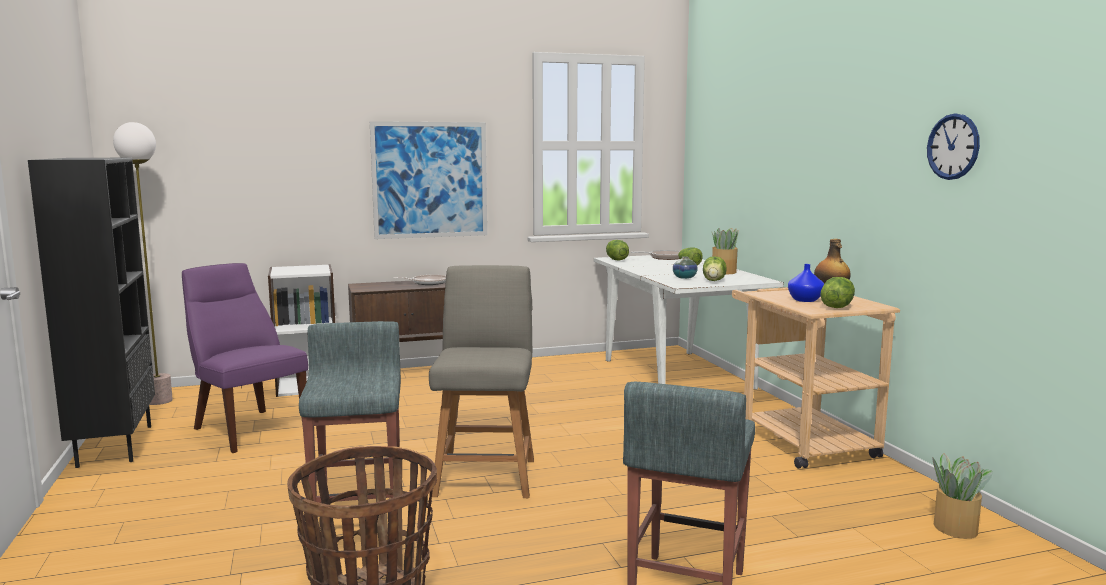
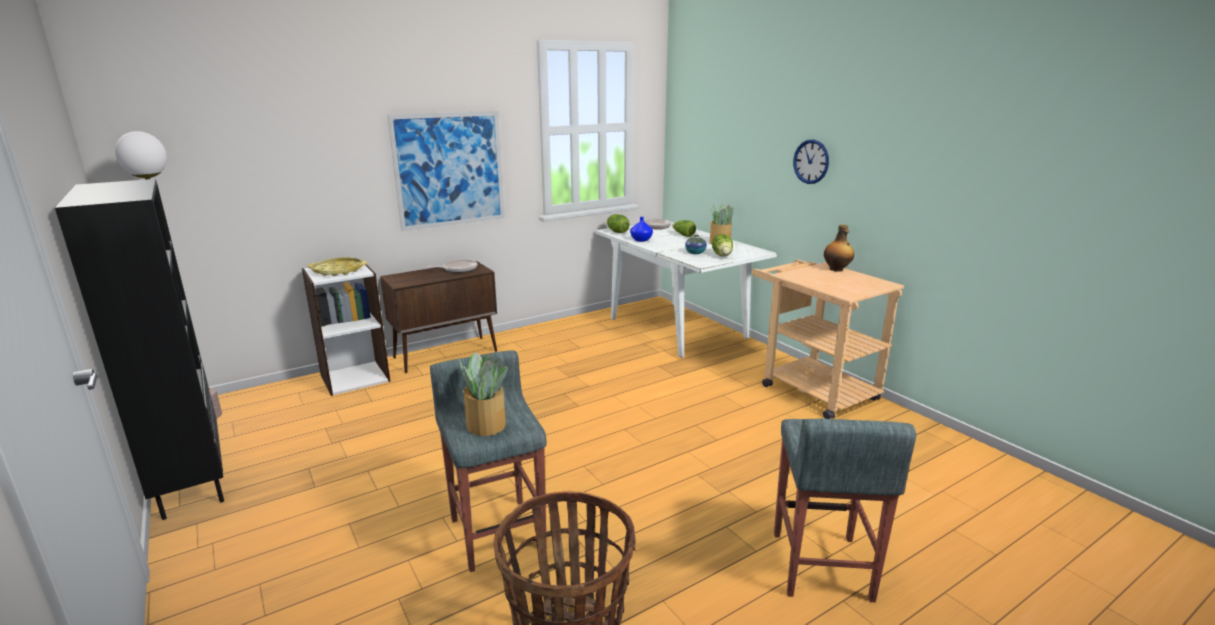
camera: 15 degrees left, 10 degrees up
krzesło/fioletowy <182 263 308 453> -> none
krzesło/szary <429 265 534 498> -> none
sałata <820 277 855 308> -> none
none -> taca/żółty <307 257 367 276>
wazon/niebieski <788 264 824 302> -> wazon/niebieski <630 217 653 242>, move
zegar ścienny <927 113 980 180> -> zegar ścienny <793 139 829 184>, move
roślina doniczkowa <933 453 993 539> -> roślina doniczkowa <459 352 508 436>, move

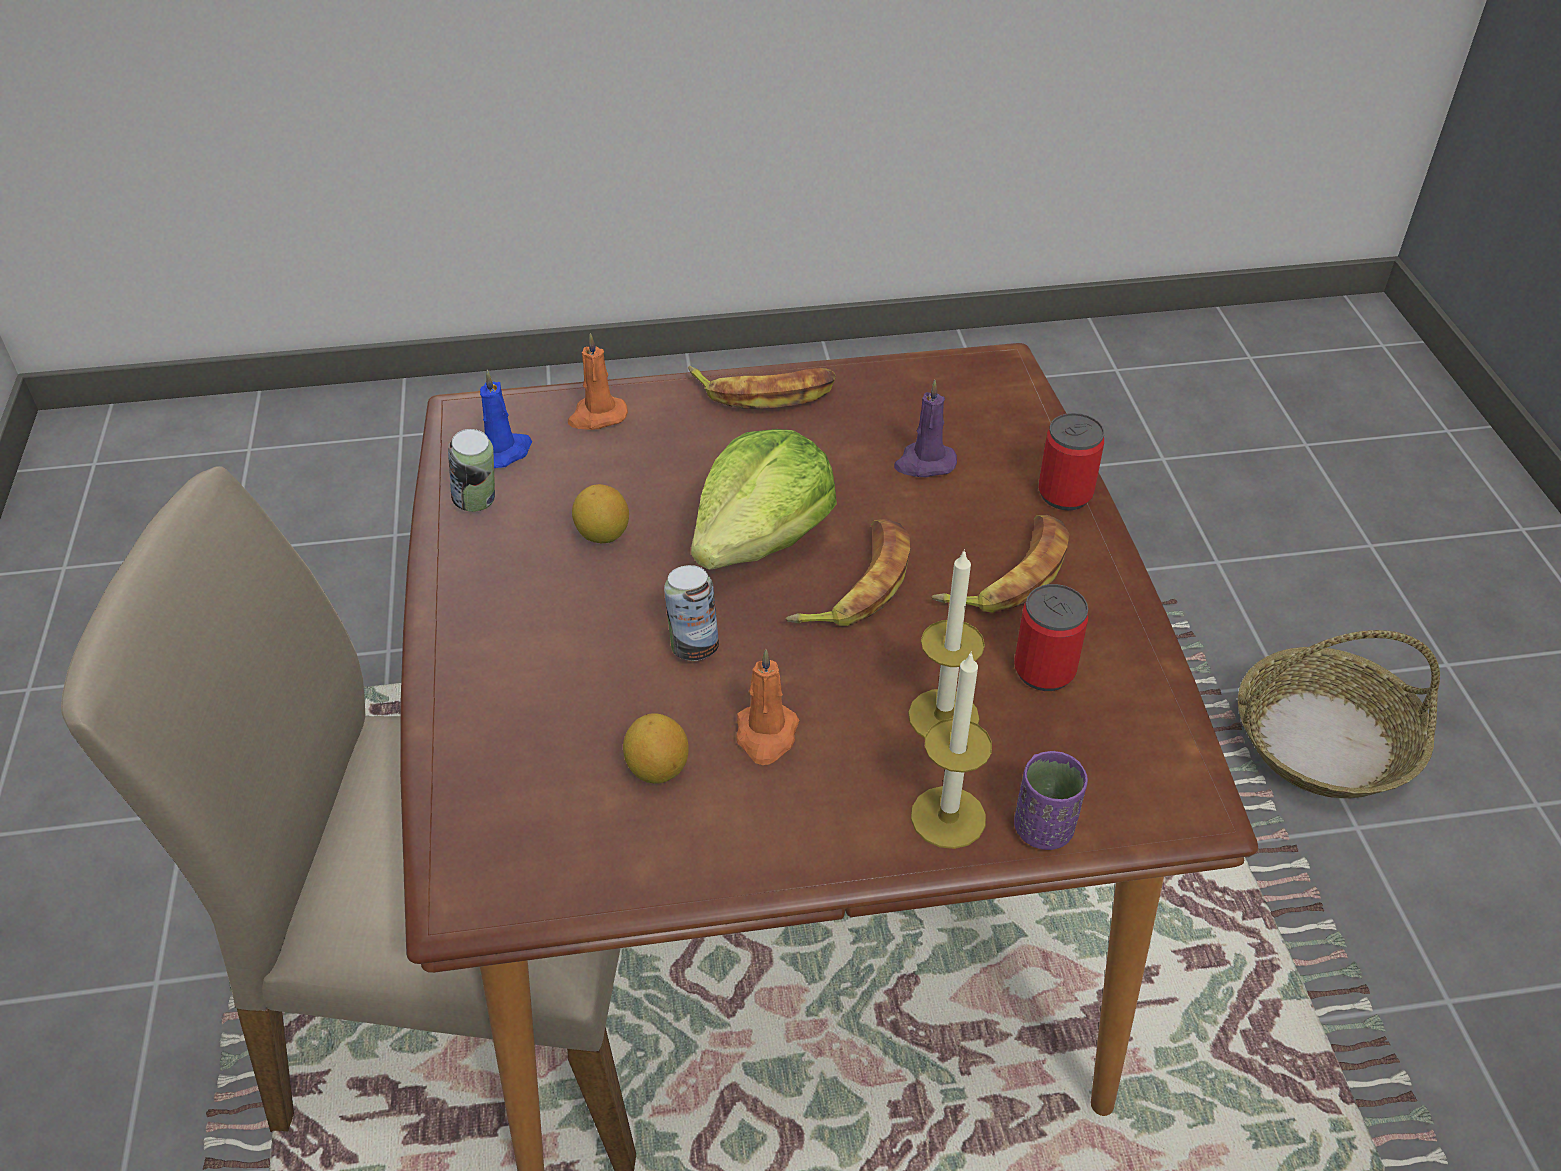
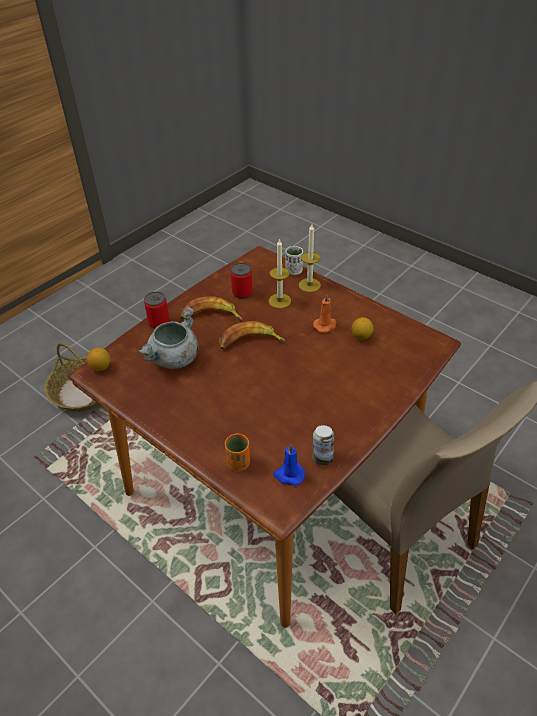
camera: 130 degrees left, 0 degrees up
puszka <664 565 719 661> -> none
banan <688 366 836 409> -> none
sałata <691 429 837 570> -> none
cytryna <572 484 629 543> -> cytryna <87 348 110 371>, move
świeca/pomarańczowy <568 333 628 430> -> filiżanka/pomarańczowy <225 433 250 472>
świeca/fioletowy <894 380 957 477> -> garnek/szary <138 306 198 369>
filiżanka/fioletowy <1014 751 1088 850> -> filiżanka/biały <285 246 303 275>

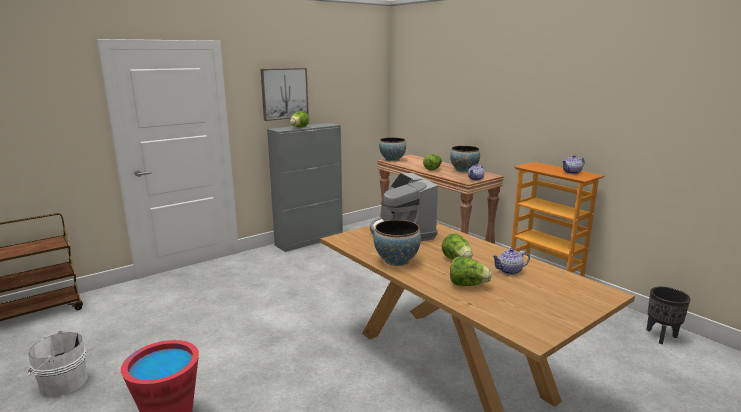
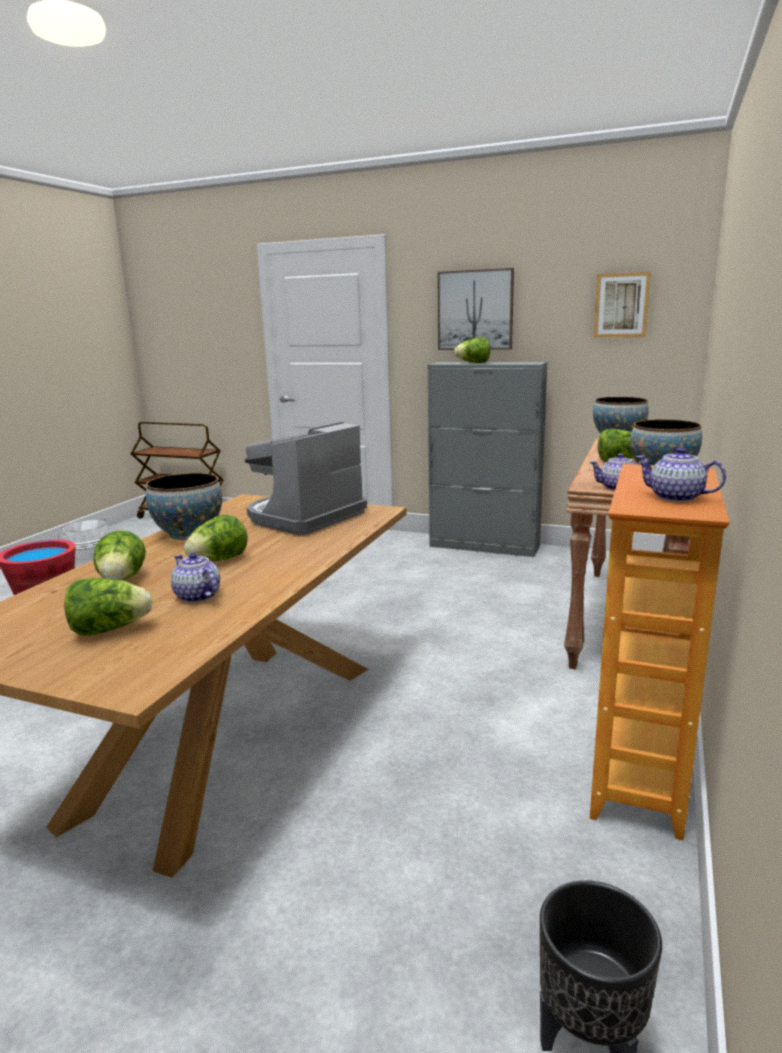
camera: 60 degrees right, 0 degrees up
none -> sałata <64 578 152 636>
none -> obraz <593 272 651 338>

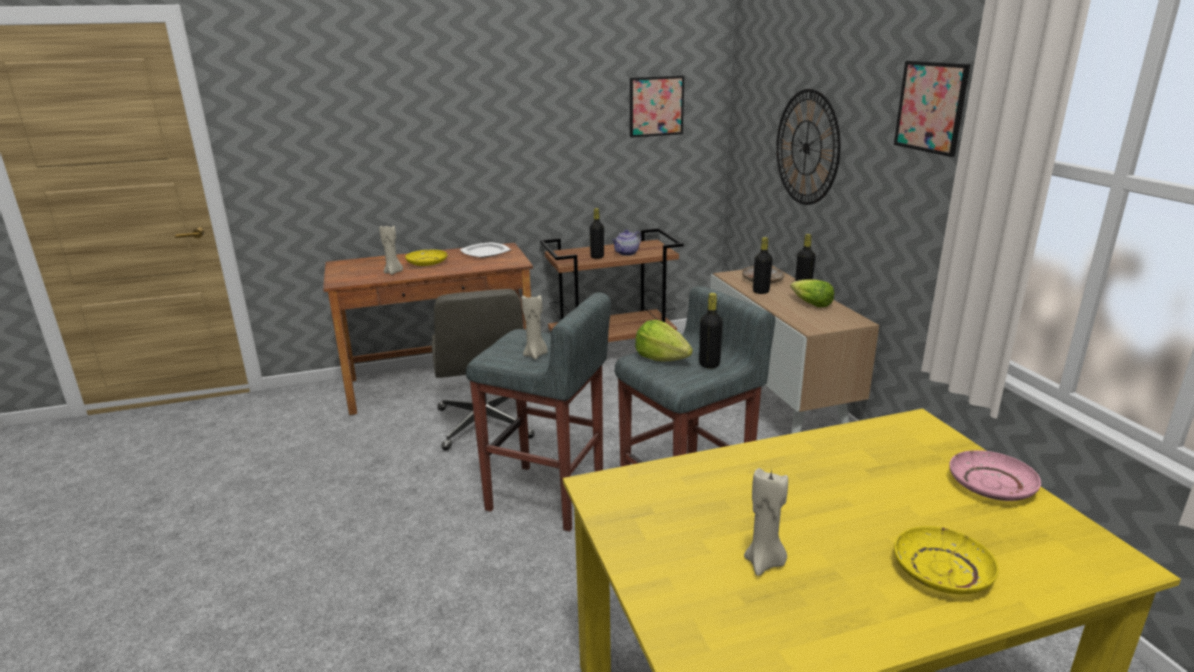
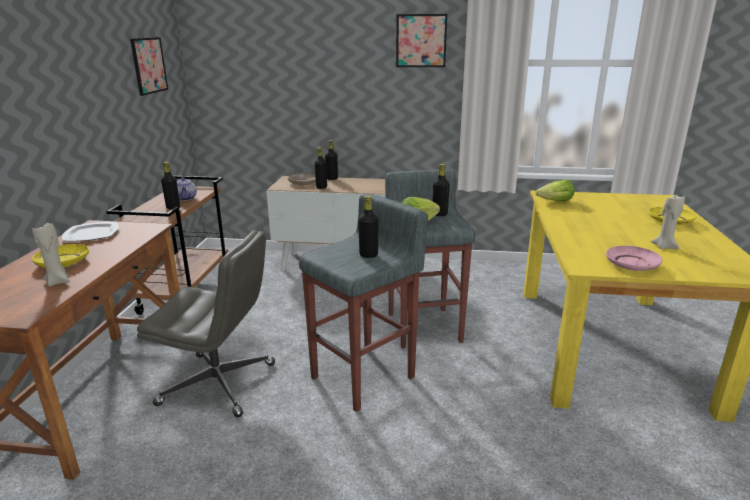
camera: 65 degrees left, 0 degrees up
zegar ścienny <776 89 841 205> -> none
sałata <790 279 834 307> -> sałata <535 180 574 202>, move
talerz/różowy <949 450 1041 501> -> talerz/różowy <606 246 663 271>, move
świeca/beżowy <522 293 547 360> -> butelka/czarny <358 196 379 258>

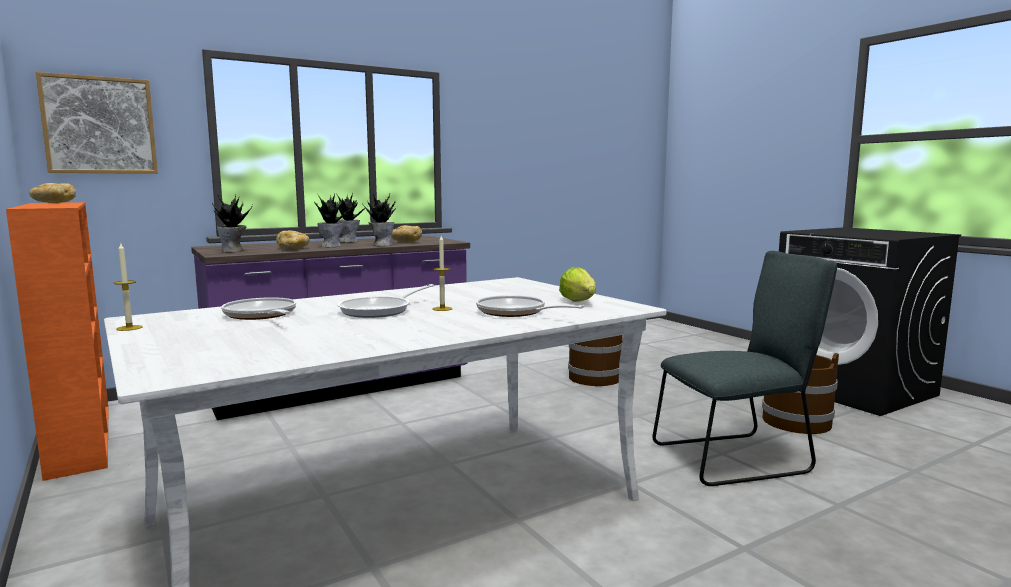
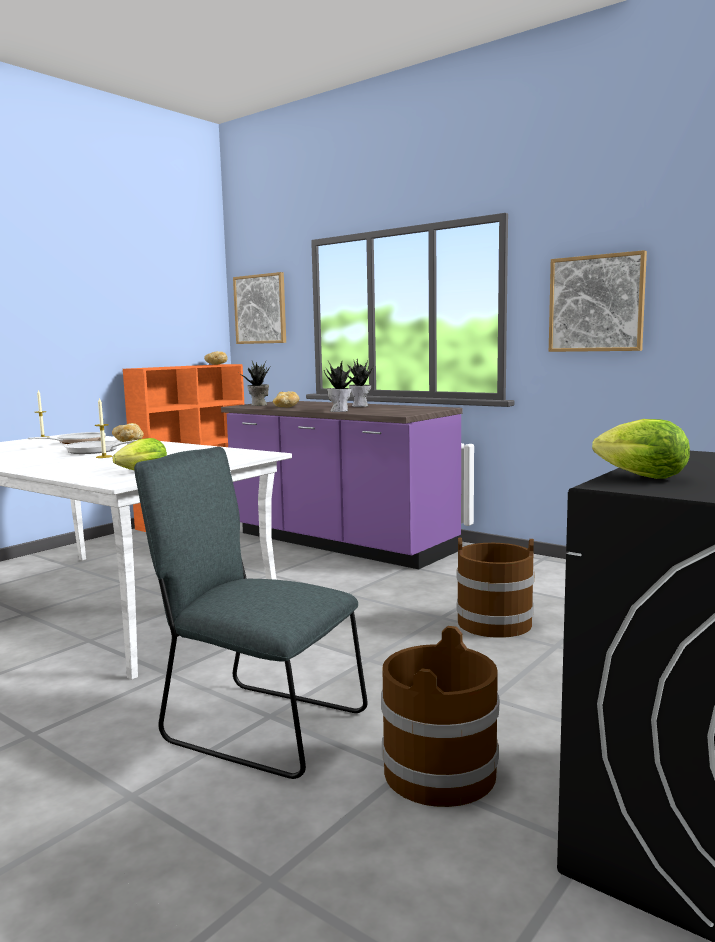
camera: 70 degrees right, 0 degrees up
roślina doniczkowa <314 194 353 247> -> none
patelnia <476 295 584 317> -> none
none -> obraz <549 250 647 352>
none -> sałata <592 419 690 479>
chleb <392 225 422 242> -> chleb <112 423 144 442>, move
krzesło/szary <652 251 837 486> -> krzesło/szary <134 447 368 779>, 150 degrees clockwise

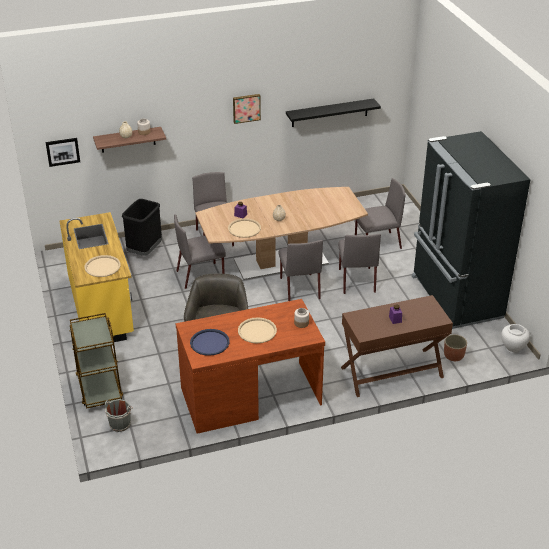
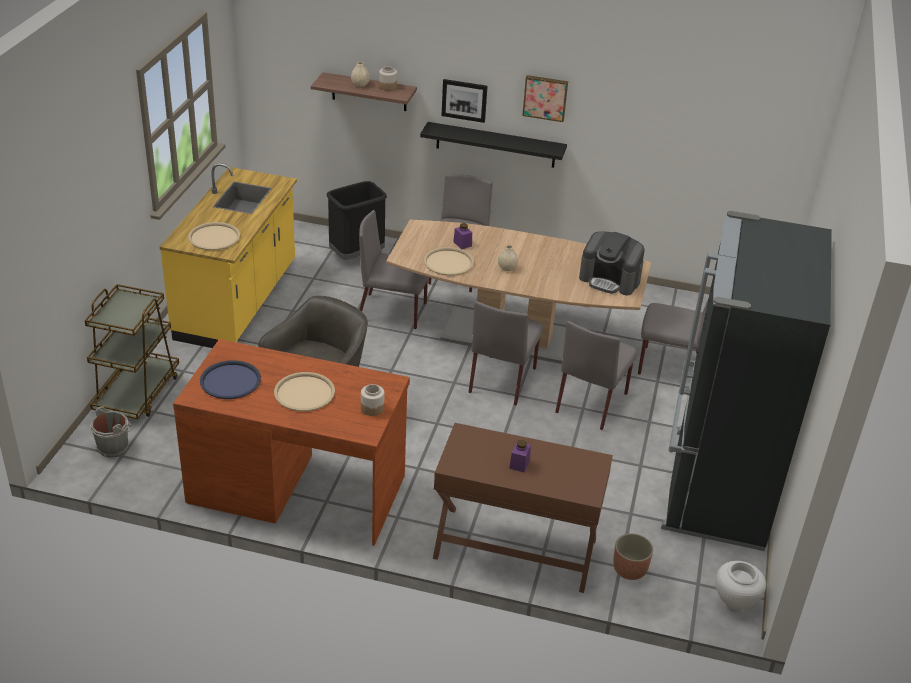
camera: 30 degrees right, 0 degrees up
none -> ekspres do kawy <579 231 645 295>
obraz <45 138 80 167> -> obraz <441 79 488 123>, move
półka/czarny <286 99 381 127> -> półka/czarny <420 122 567 168>, move

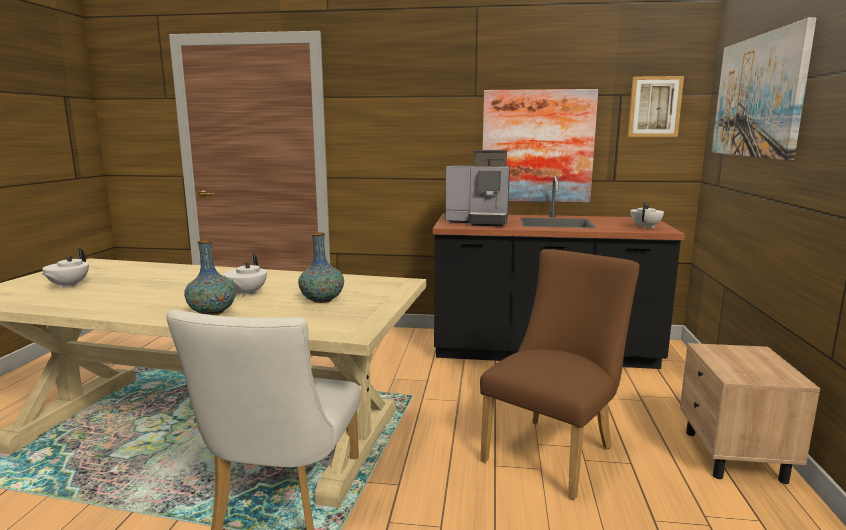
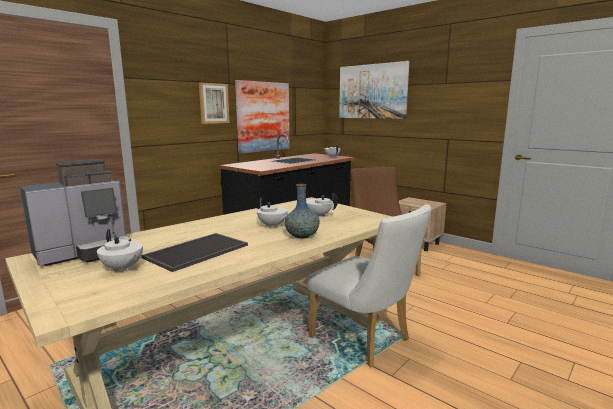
camera: 55 degrees left, 0 degrees up
none -> taca <141 233 248 272>
ekspres do kawy <445 150 510 227> -> ekspres do kawy <20 159 131 266>, move
obraz <628 76 684 137> -> obraz <199 82 229 124>, move
wazon <298 232 344 303> -> imbryk/biały <306 193 338 217>

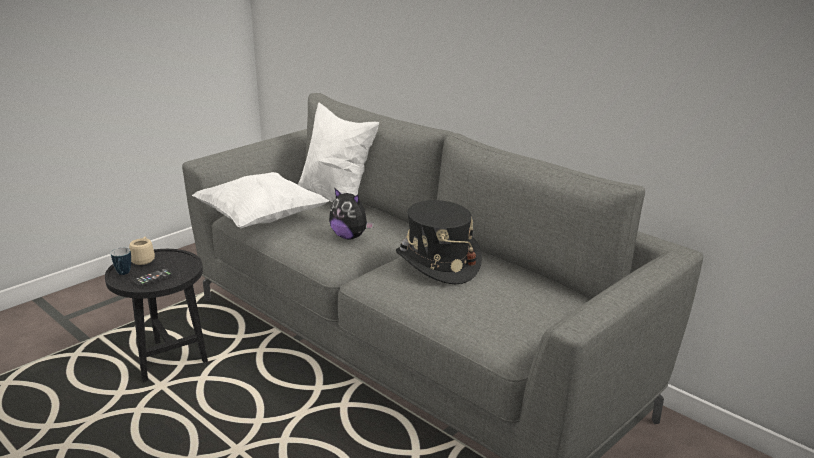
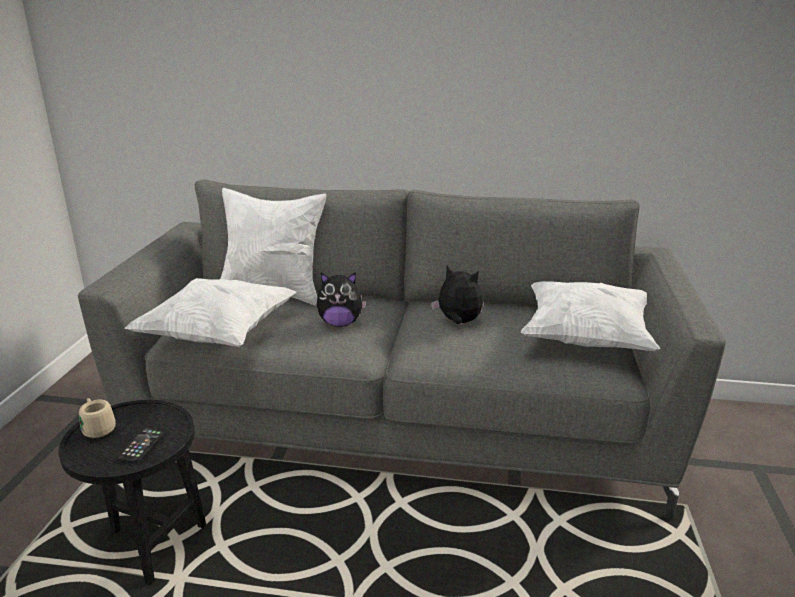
camera: 35 degrees left, 0 degrees up
kubek <111 247 131 275> -> none
none -> poduszka/biały <521 281 660 351>
kapelusz/czarny <396 200 482 285> -> pluszak <431 266 483 324>

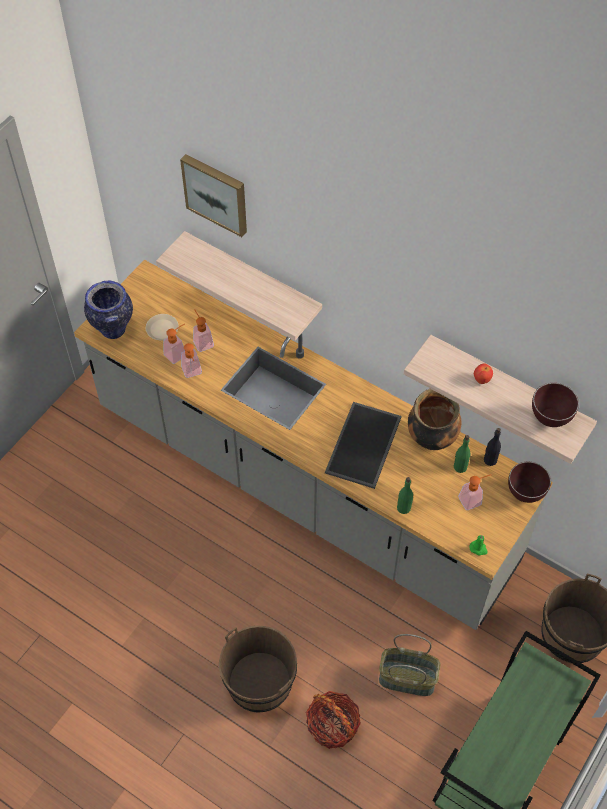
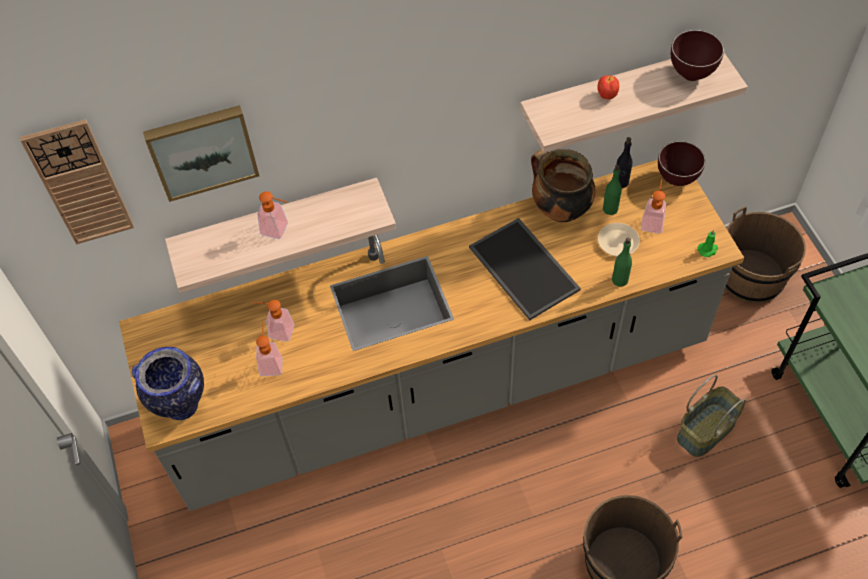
camera: 50 degrees left, 0 degrees up
koszyk <306 691 361 749> -> none
none -> zegar ścienny <20 119 134 244>
talerz/beżowy <146 314 179 340> -> talerz/beżowy <598 223 640 256>, move
dozownik mydła <181 343 202 378> -> dozownik mydła <257 191 288 239>, move

